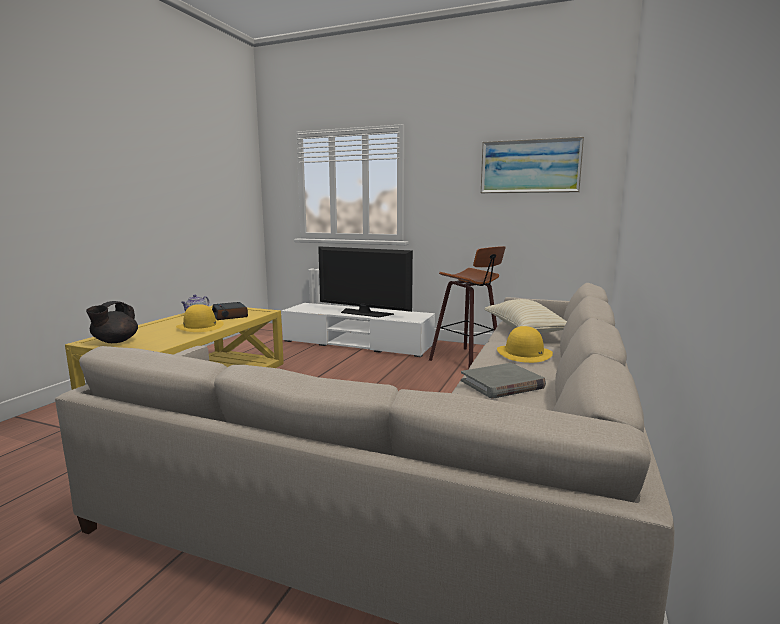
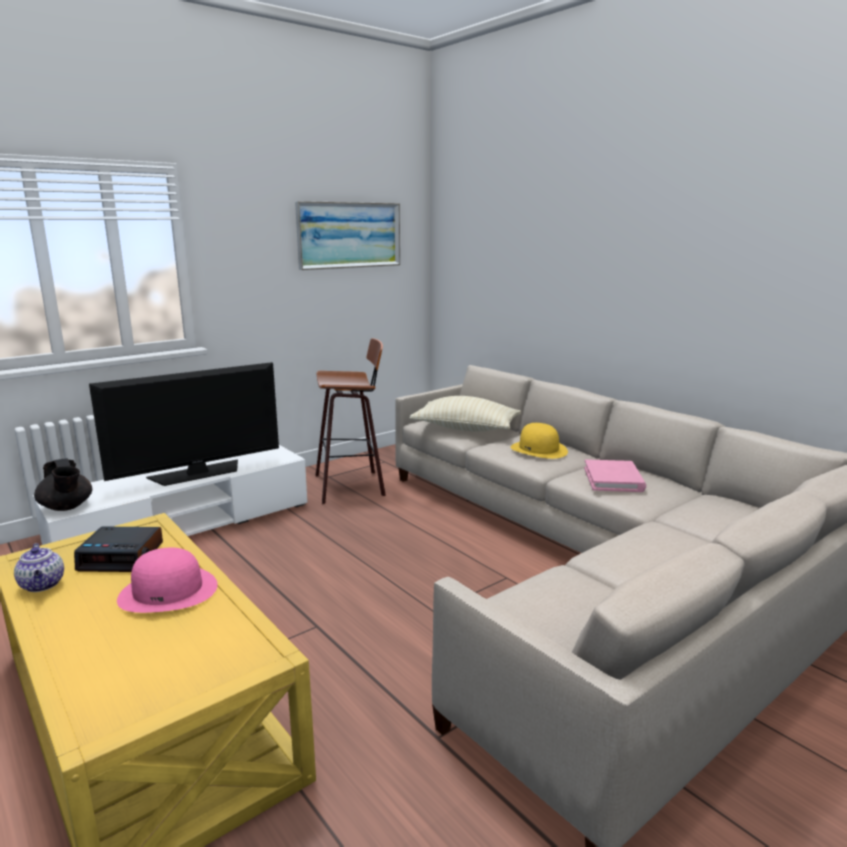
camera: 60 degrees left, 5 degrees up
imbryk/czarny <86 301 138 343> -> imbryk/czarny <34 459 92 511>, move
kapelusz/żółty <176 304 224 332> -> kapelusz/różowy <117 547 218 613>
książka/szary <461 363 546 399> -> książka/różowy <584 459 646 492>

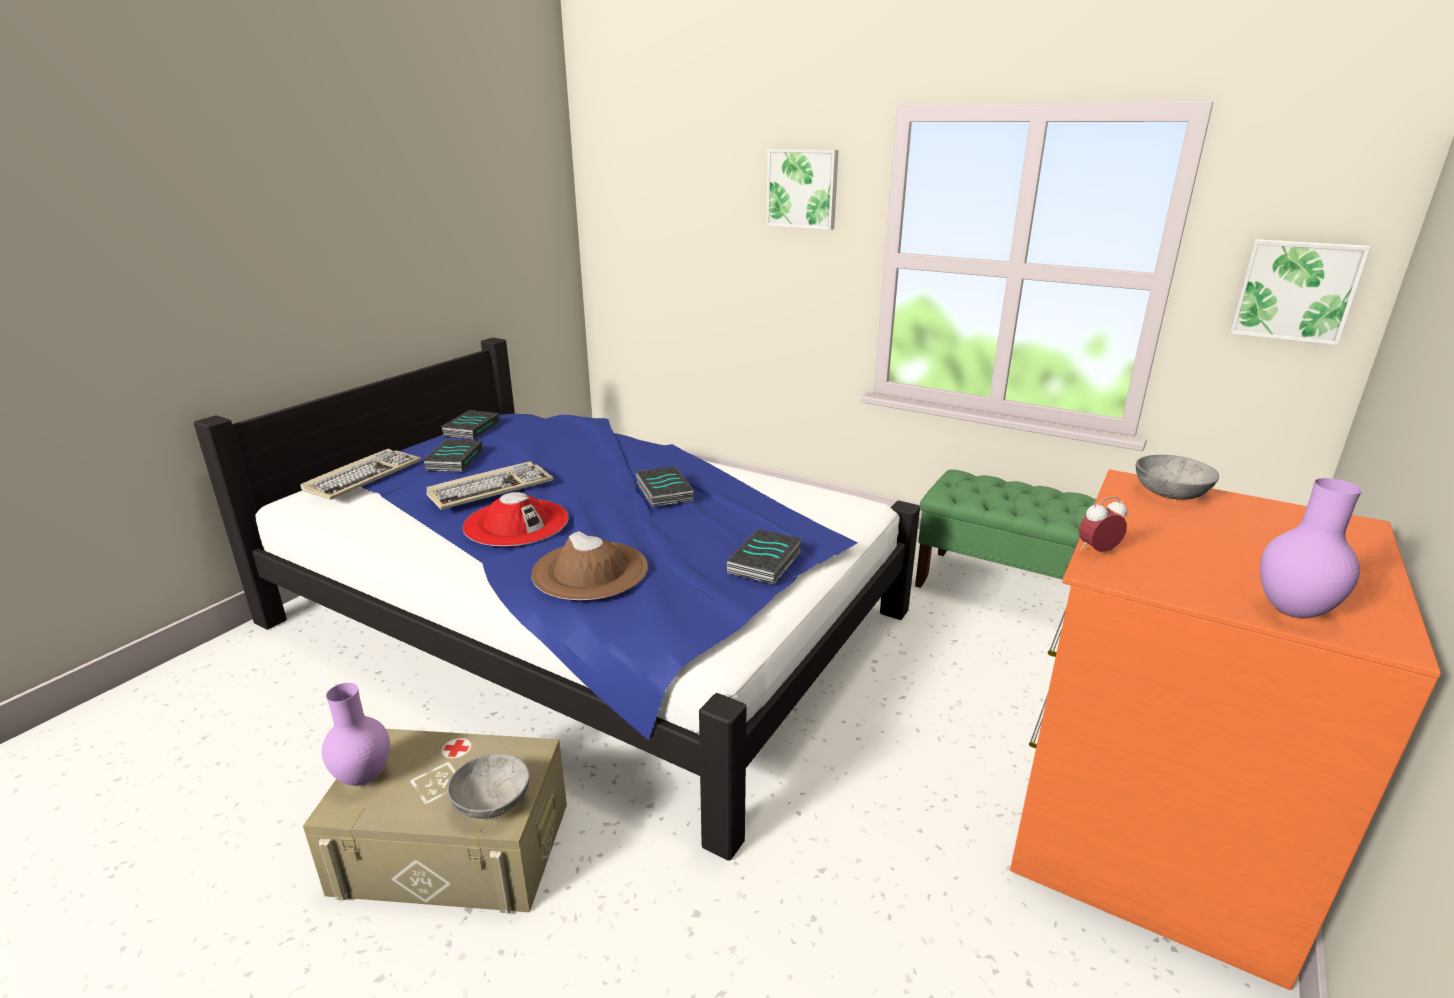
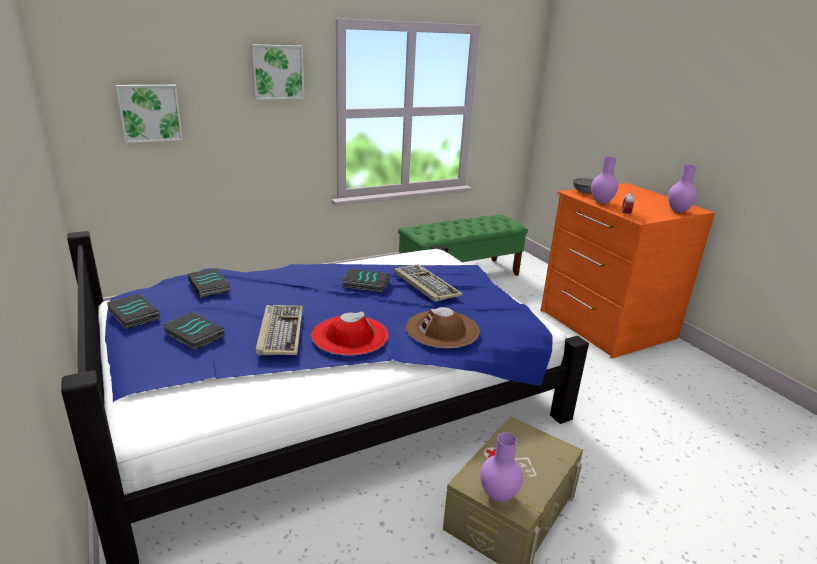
camera: 60 degrees left, 0 degrees up
miska/szary <447 753 530 819> -> none
none -> wazon/fioletowy <591 157 618 204>
klawiatura <300 449 421 500> -> klawiatura <394 264 462 302>, move
książka <727 529 802 584> -> książka <188 268 230 298>, move
obraz <1230 239 1370 345> -> obraz <116 85 183 143>, move

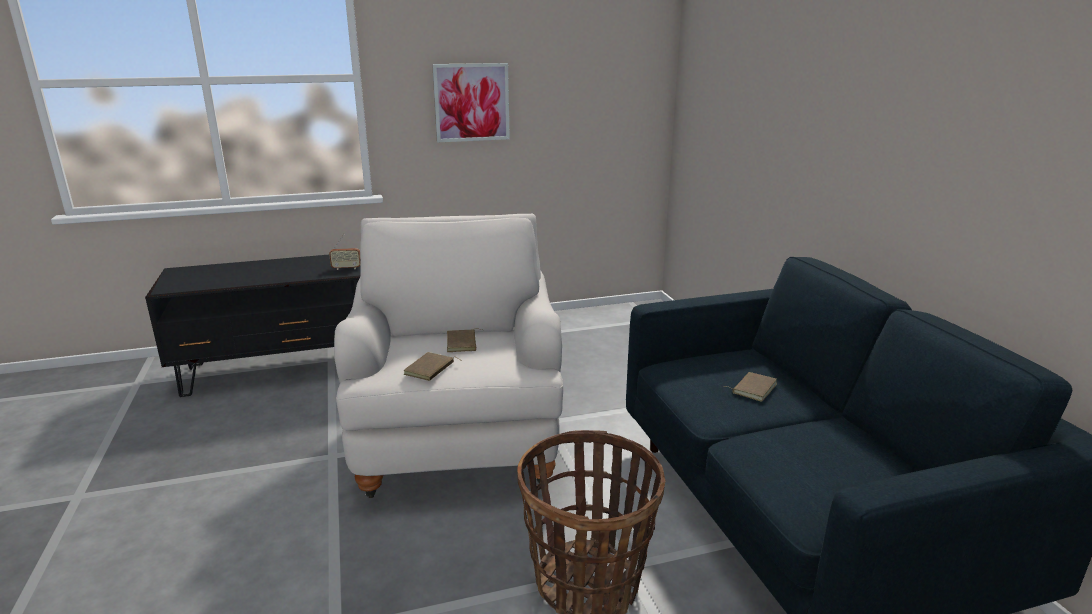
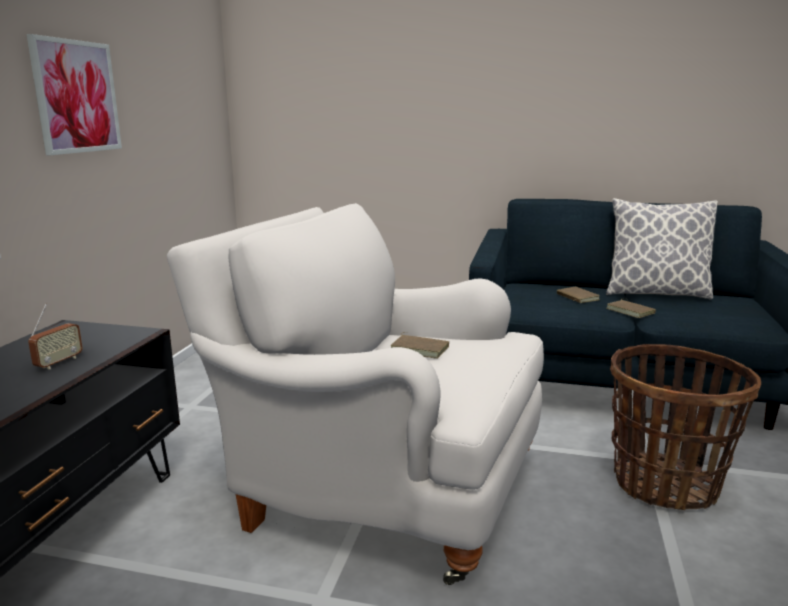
camera: 60 degrees left, 5 degrees down
none -> poduszka <606 198 718 300>
książka/brązowy <404 352 462 381> -> książka/brązowy <606 299 656 318>, move

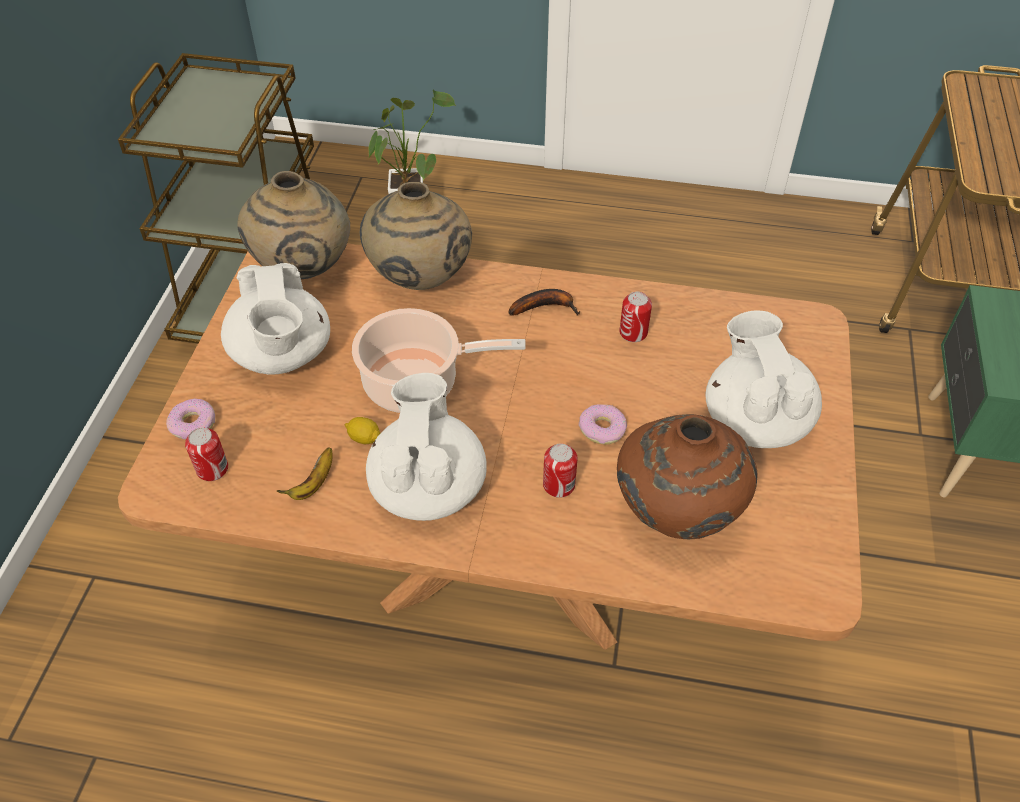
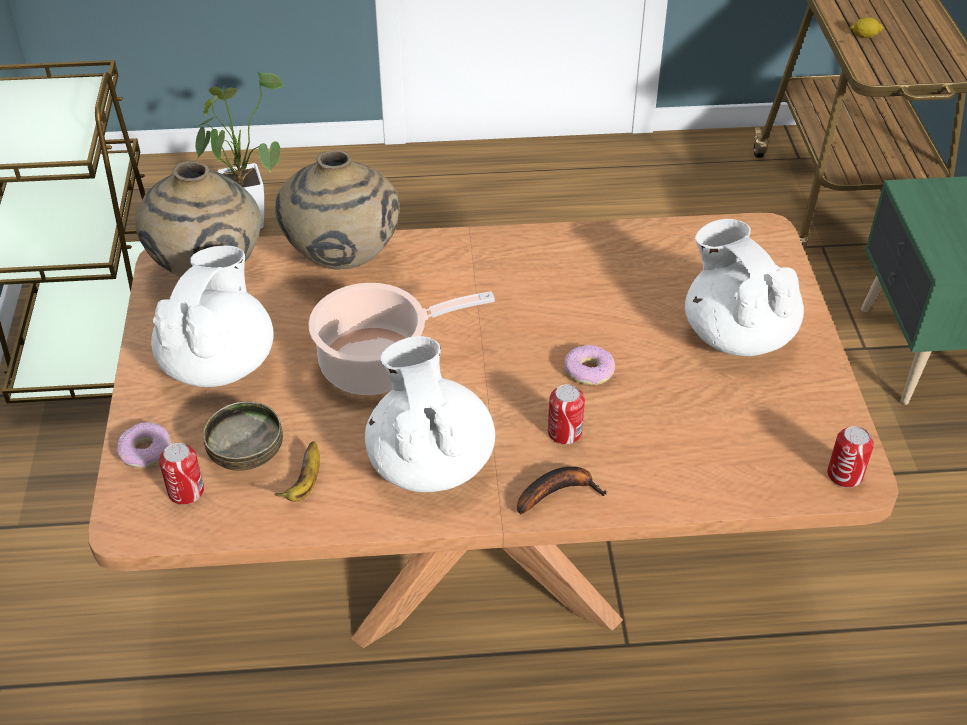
camera: 15 degrees left, 5 degrees down
wazon/brązowy <617 414 757 539> -> none
none -> miska <203 401 283 471>
cytryna <345 417 381 444> -> cytryna <850 17 884 38>, move
banan <508 289 580 316> -> banan <517 466 607 514>, move
puszka <619 292 652 342> -> puszka <827 426 874 488>, move
imbryk/biały <221 263 330 375> -> imbryk/biały <151 246 274 387>, 135 degrees counterclockwise

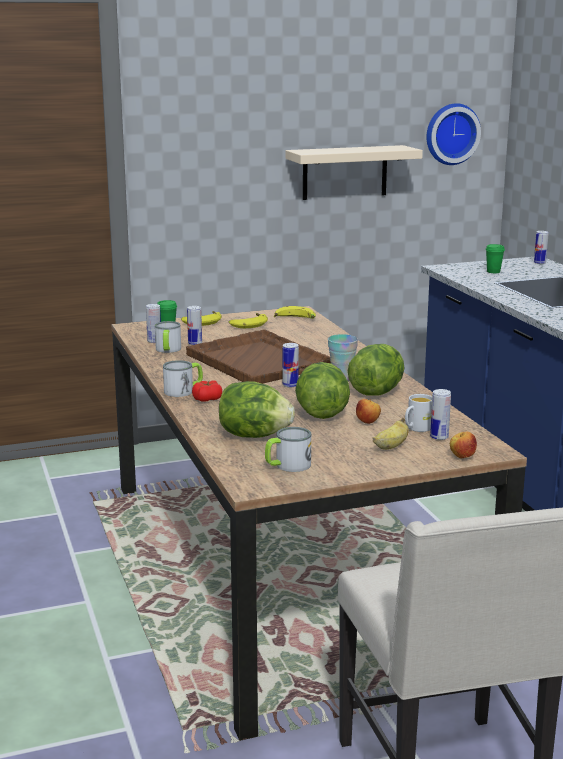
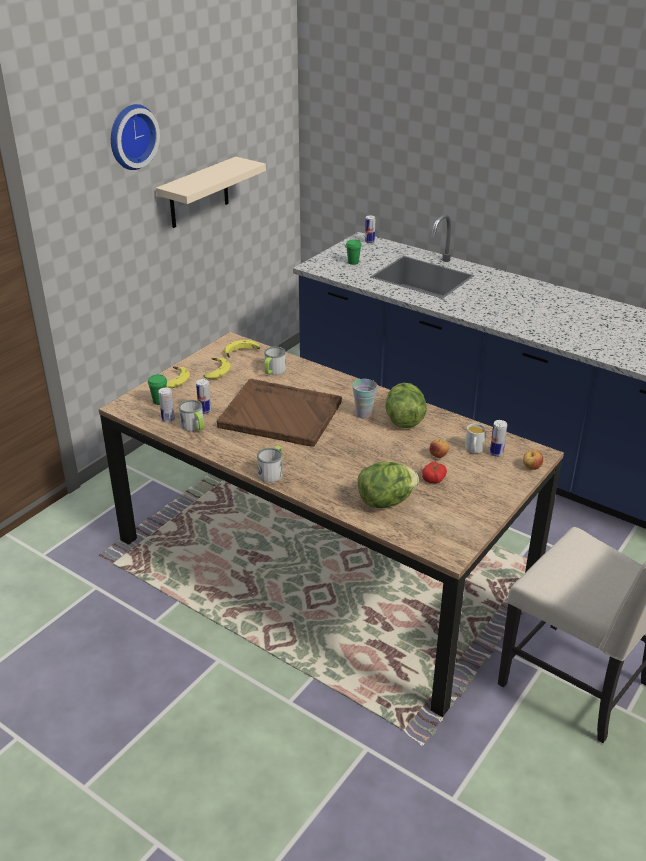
camera: 35 degrees left, 15 degrees up
puszka <282 343 299 387> -> none
sałata <295 362 350 419> -> none
banan <373 418 409 450> -> none
pomidor <192 380 222 402> -> pomidor <422 461 447 484>, move
kubek <265 427 311 472> -> kubek <264 347 286 375>, move
zegar ścienny <426 103 481 165> -> zegar ścienny <111 104 160 170>, move

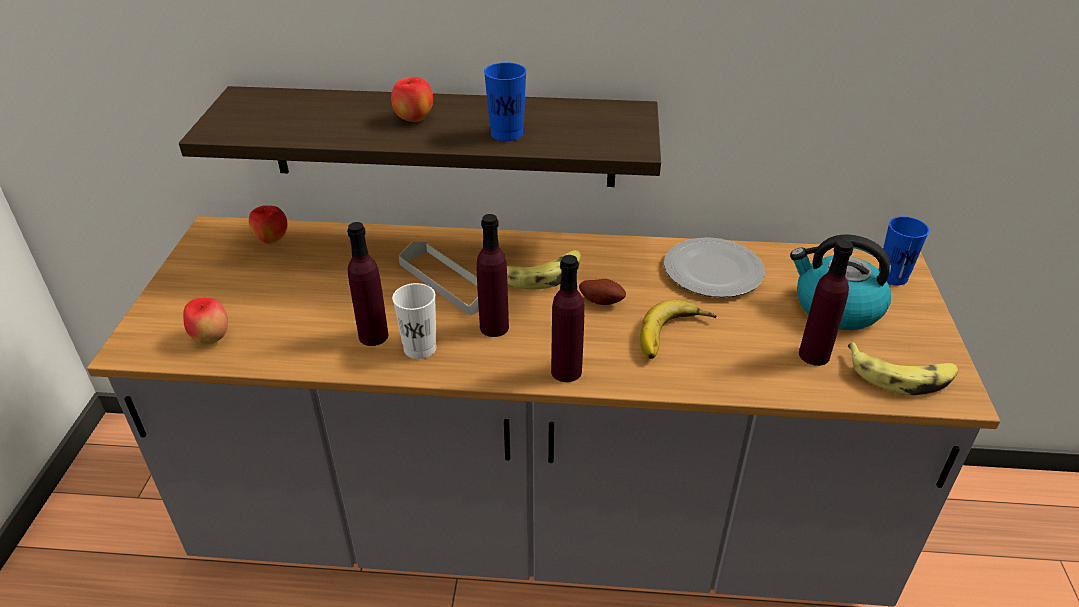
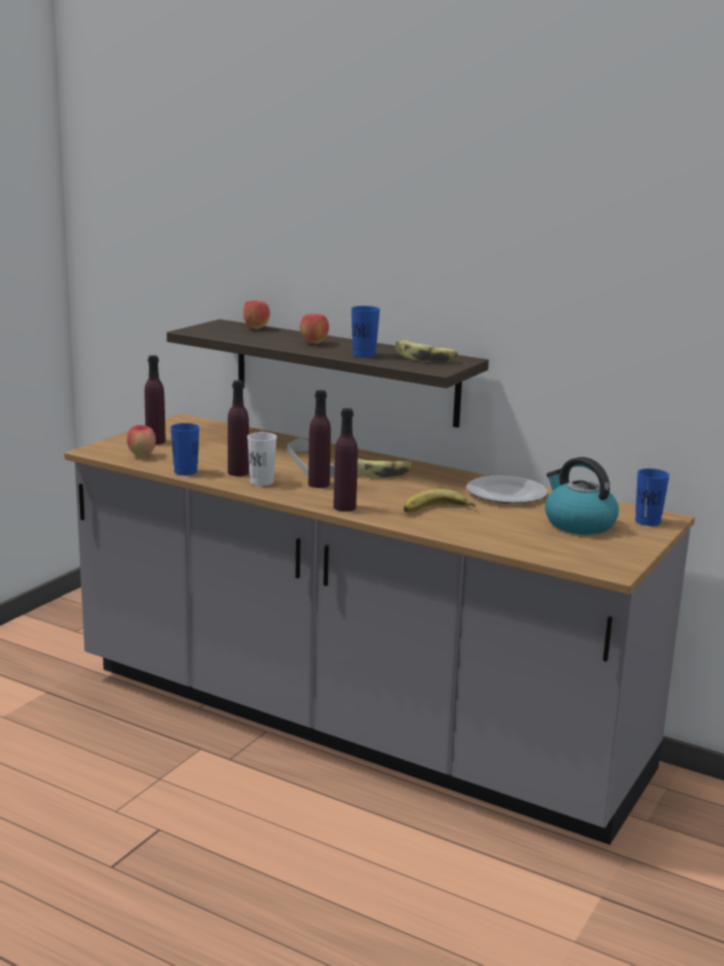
camera: 25 degrees right, 20 degrees down
ziemniak <579 279 626 305> -> none
none -> filiżanka/niebieski <170 423 199 475>
jabłko <249 205 288 244> -> jabłko <243 300 270 329>, move
butelka/fioletowy <799 240 853 366> -> butelka/fioletowy <144 355 166 445>, move
banan <848 342 958 396> -> banan <396 340 458 362>, move

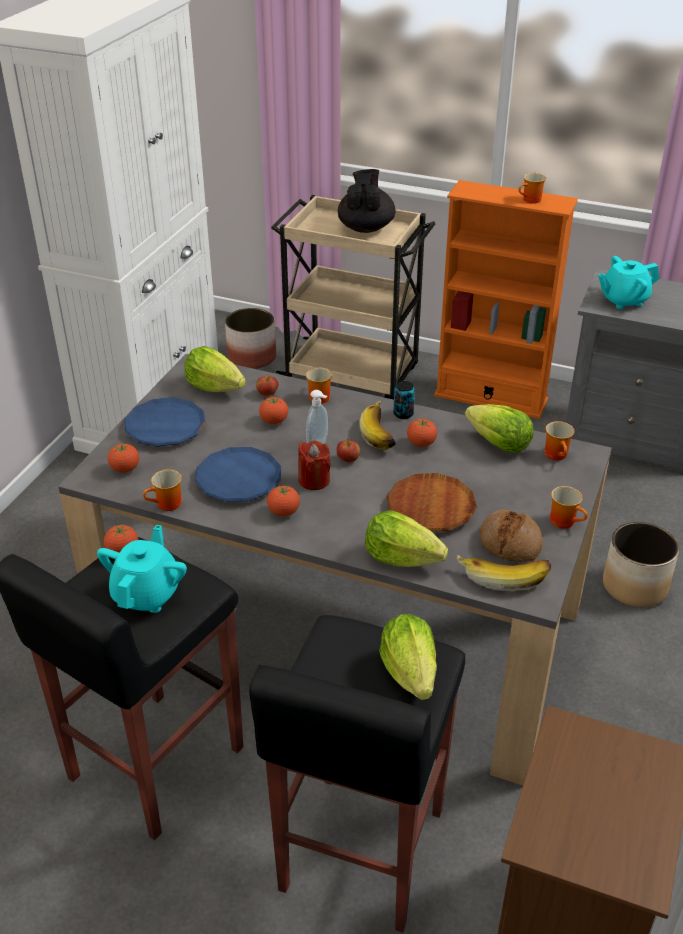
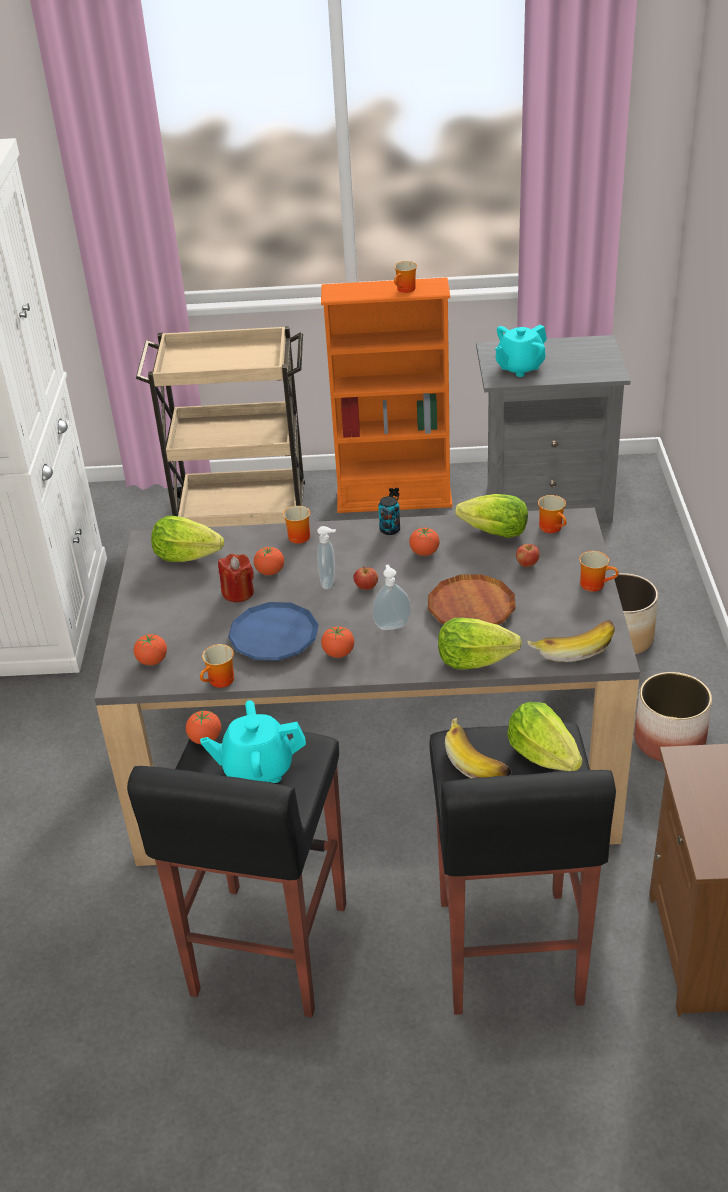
camera: 20 degrees left, 0 degrees up
talerz/niebieski <124 397 206 447> -> none
imbryk/czarny <338 169 395 233> -> none
chleb <480 509 543 562> -> none
none -> dozownik mydła <373 564 411 630>
donica <225 308 276 369> -> donica <634 672 712 762>, move
jabłko <256 376 278 396> -> jabłko <516 544 540 567>, move
świeca/czerwony <298 440 331 490> -> świeca/czerwony <218 554 254 602>, move
banan <360 401 396 450> -> banan <445 718 511 778>, move
imbryk/turkusowy <97 525 187 613> -> imbryk/turkusowy <200 700 306 783>, 90 degrees counterclockwise

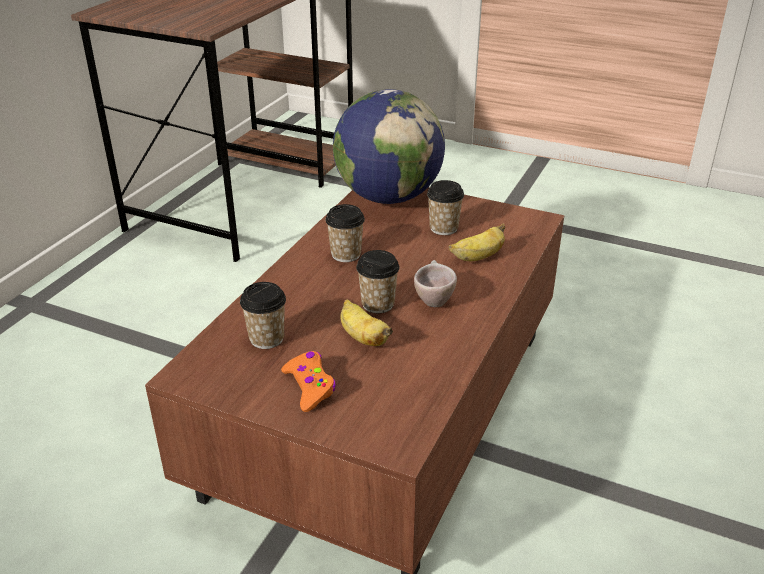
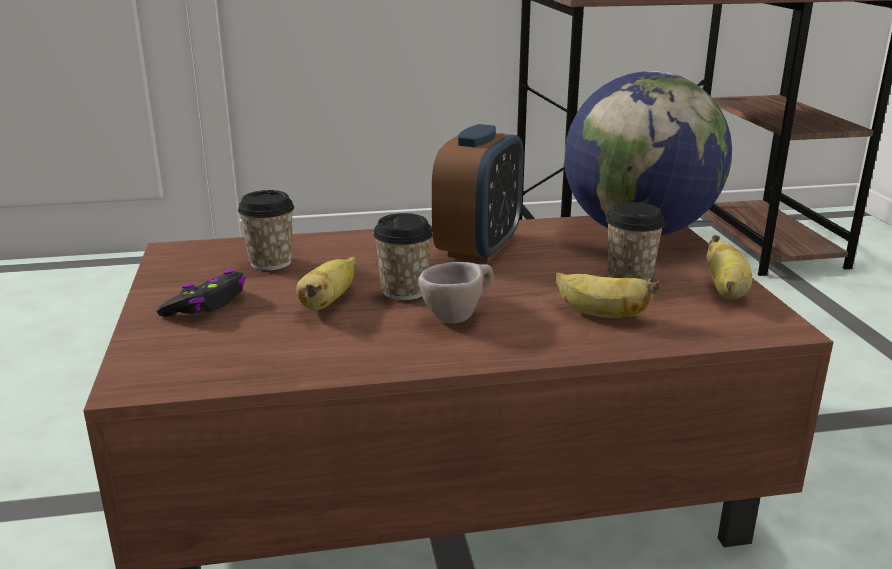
camera: 55 degrees right, 10 degrees down
none -> banan <707 235 752 300>
filiżanka <325 204 365 262> -> budzik <432 124 524 263>
pad do gier/pomarańczowy <281 351 336 412> -> pad do gier/czarny <157 269 246 317>

